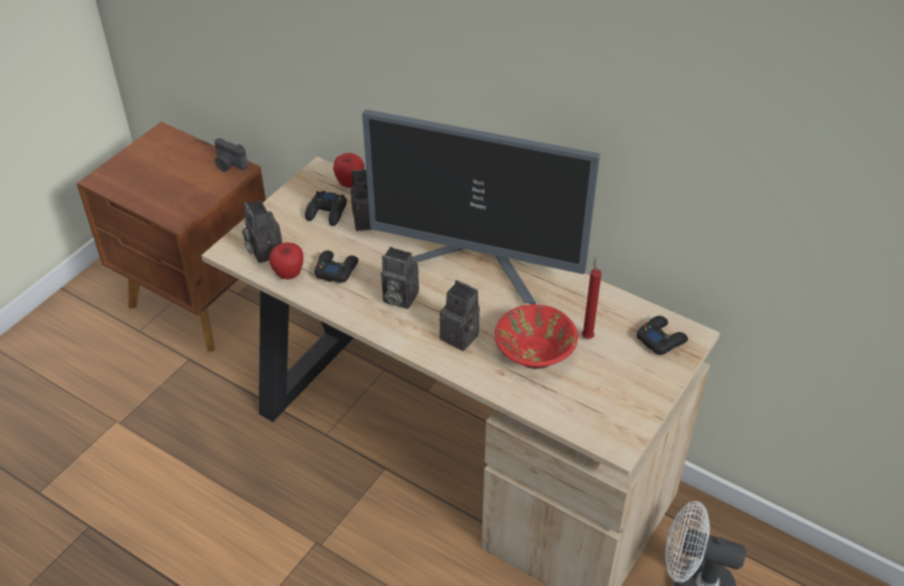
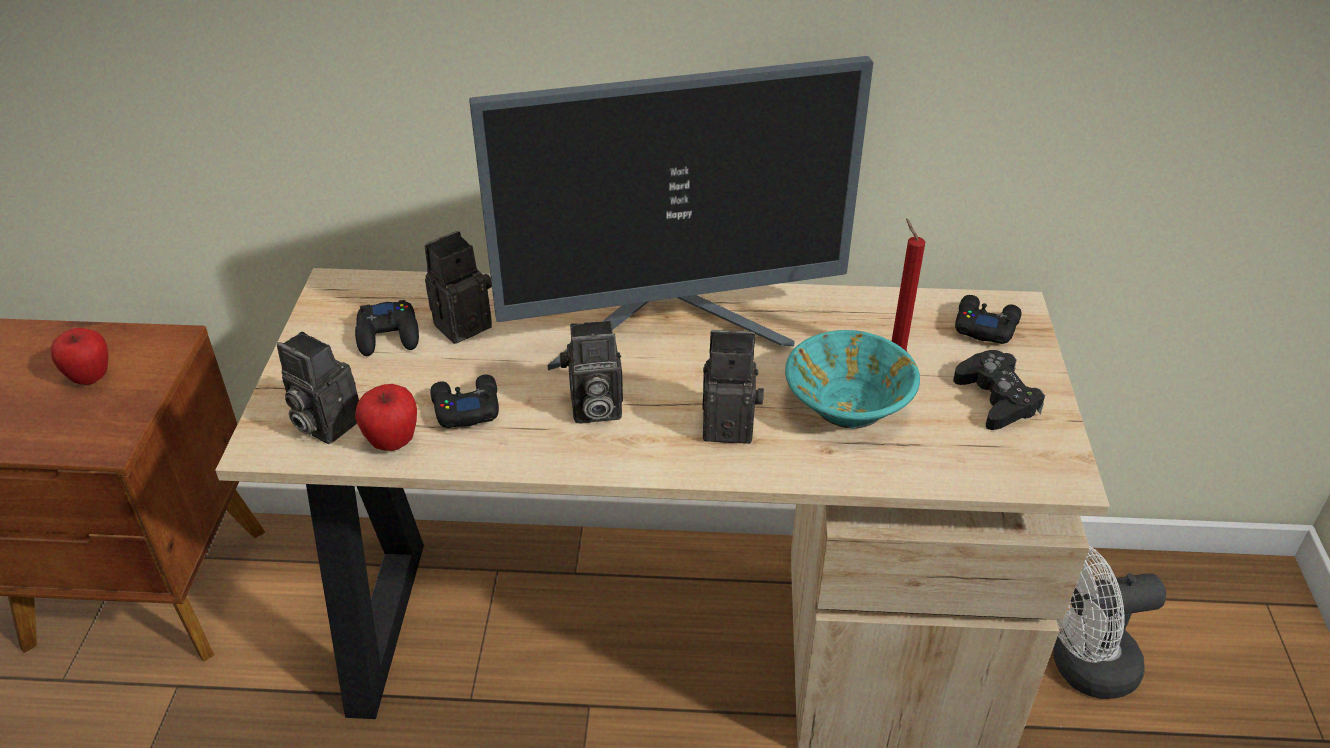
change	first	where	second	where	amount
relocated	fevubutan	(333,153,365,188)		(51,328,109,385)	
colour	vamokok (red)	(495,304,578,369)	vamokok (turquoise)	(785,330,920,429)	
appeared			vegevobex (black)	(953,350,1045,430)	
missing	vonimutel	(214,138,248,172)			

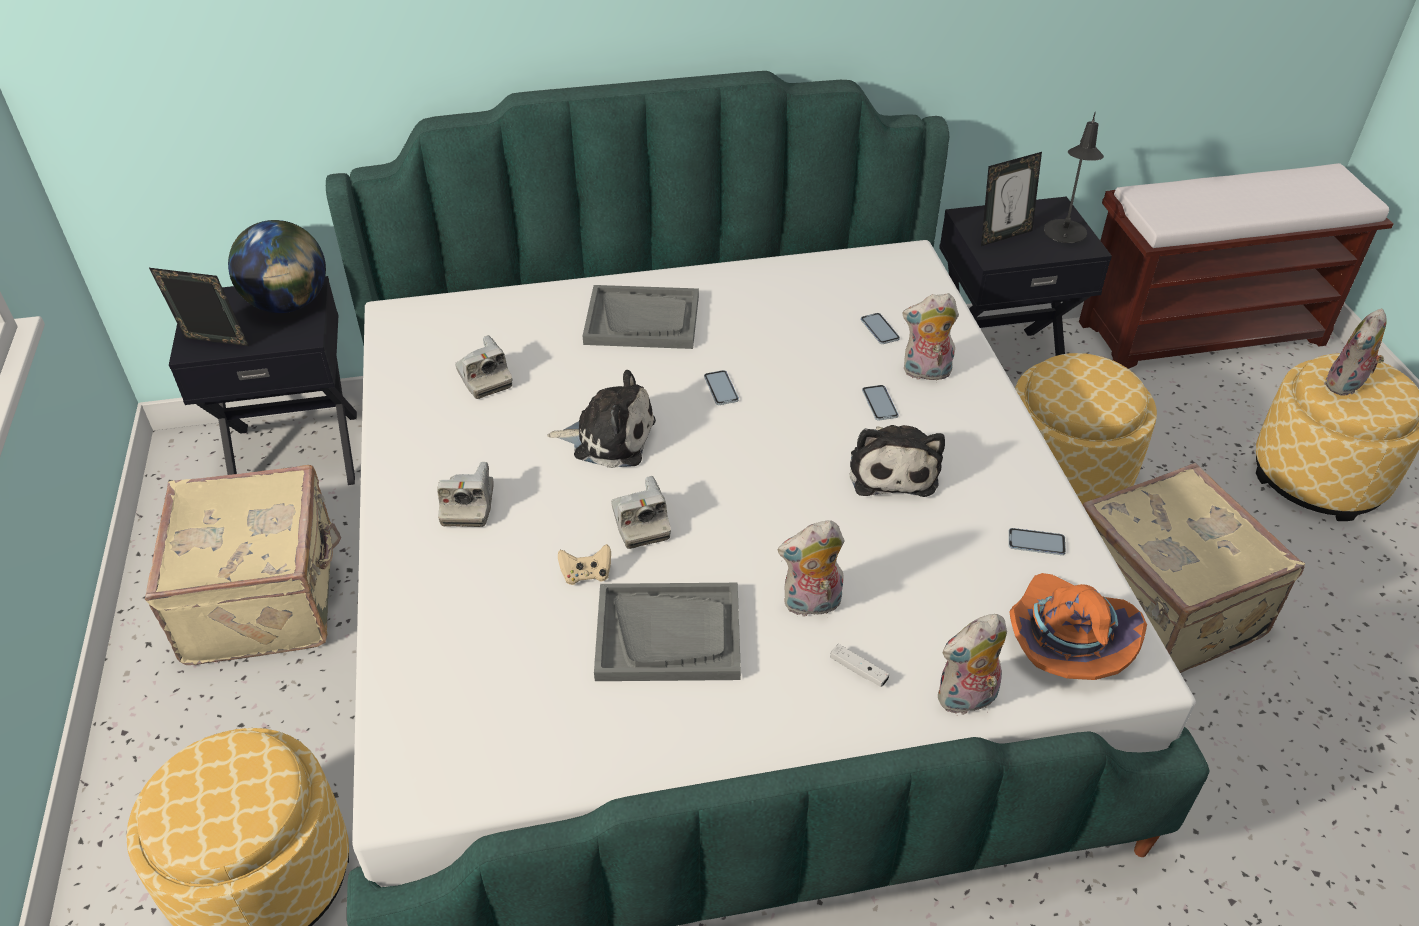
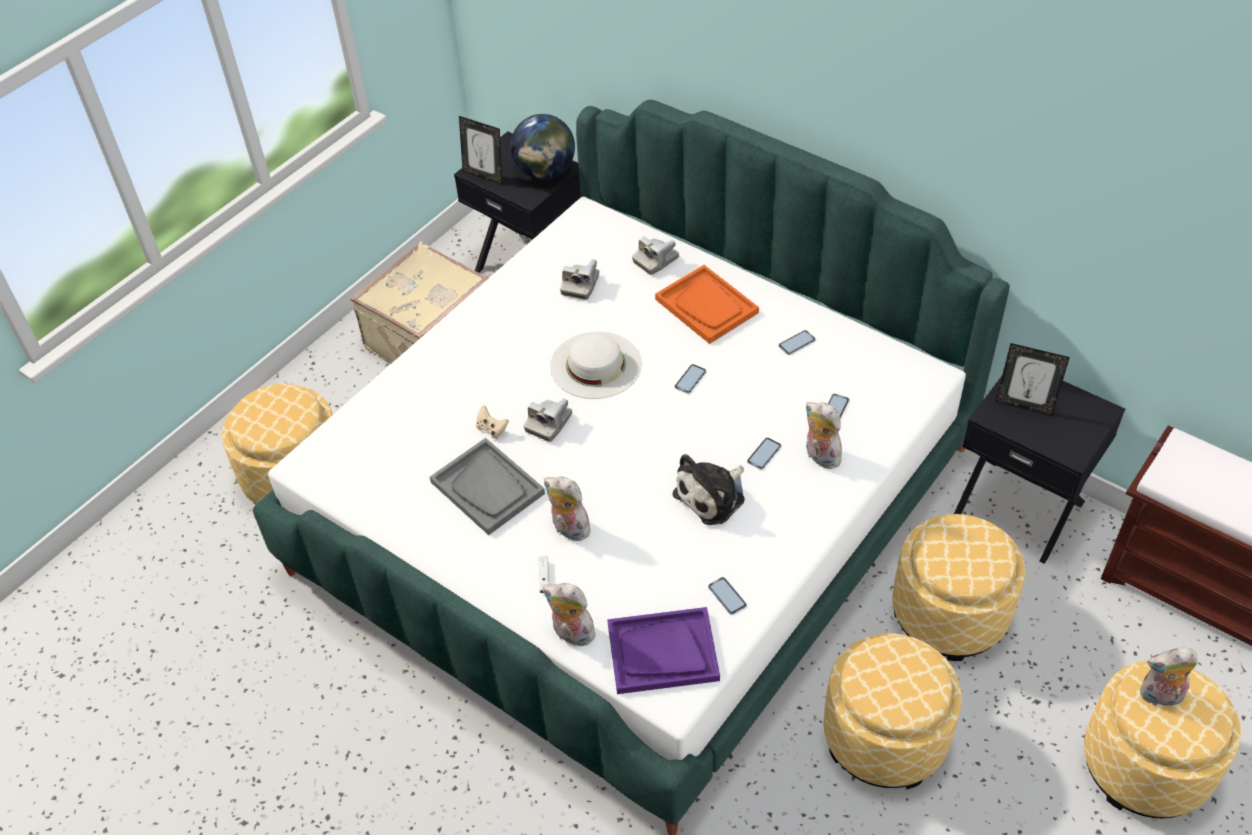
change	first	where	second	where	amount
spun	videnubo	(149,268,249,346)		(459,116,502,185)	150 degrees clockwise
exchanged	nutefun	(547,370,656,468)	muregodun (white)	(550,332,642,399)	
exchanged	muregodun (orange)	(1009,573,1147,680)	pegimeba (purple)	(607,607,720,694)	
relocated	vonimutel	(437,462,494,527)		(632,237,679,275)	
colour	pegimeba (grey)	(583,285,699,349)	pegimeba (orange)	(655,265,759,344)	
appeared			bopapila	(779,330,816,355)	
exchanged	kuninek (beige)	(1083,463,1305,673)	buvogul	(823,634,962,789)	
missing	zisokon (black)	(1044,112,1104,243)			

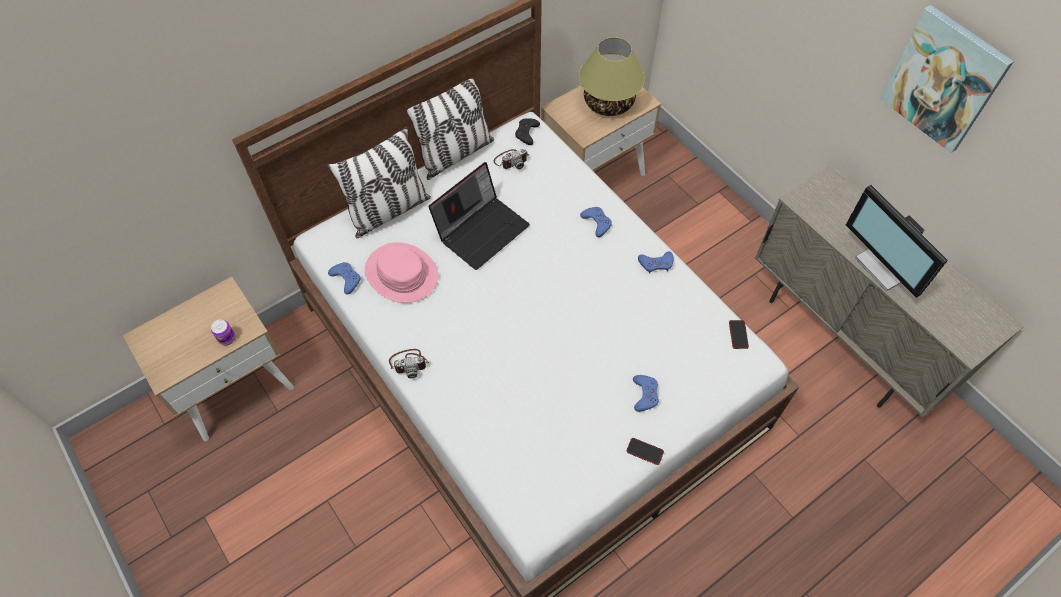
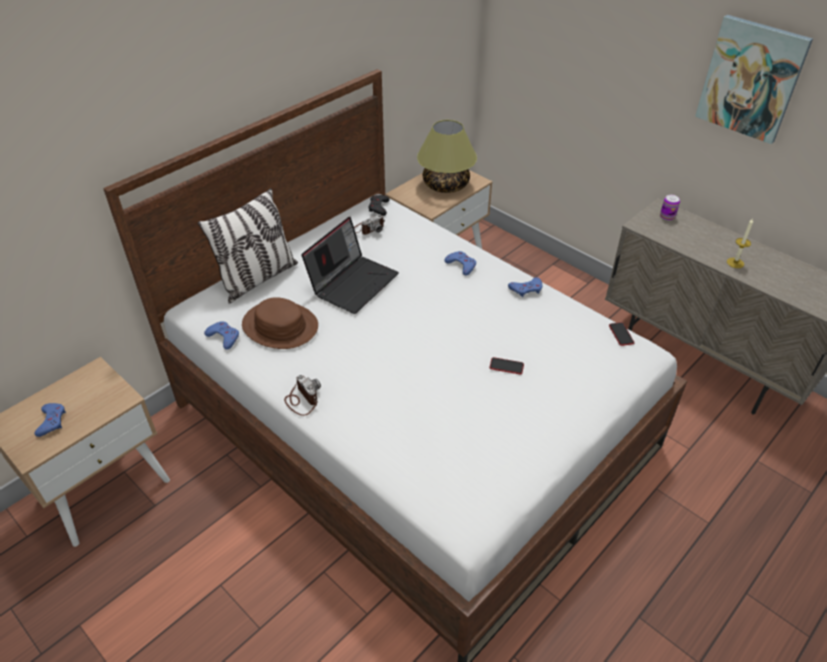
change	first	where	second	where	amount
relocated	vegevobex (blue)	(633,375,659,412)		(34,403,66,437)	
colour	muregodun (pink)	(365,242,438,303)	muregodun (brown)	(242,297,318,349)	
spun	vonimutel	(389,349,429,379)		(284,375,321,416)	105 degrees counterclockwise
relocated	bopapila	(626,438,664,465)		(490,357,524,374)	
relocated	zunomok	(211,320,235,346)		(660,195,680,220)	
exchanged	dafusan	(846,185,948,298)	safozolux	(727,219,753,268)	
missing	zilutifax	(407,79,494,180)			

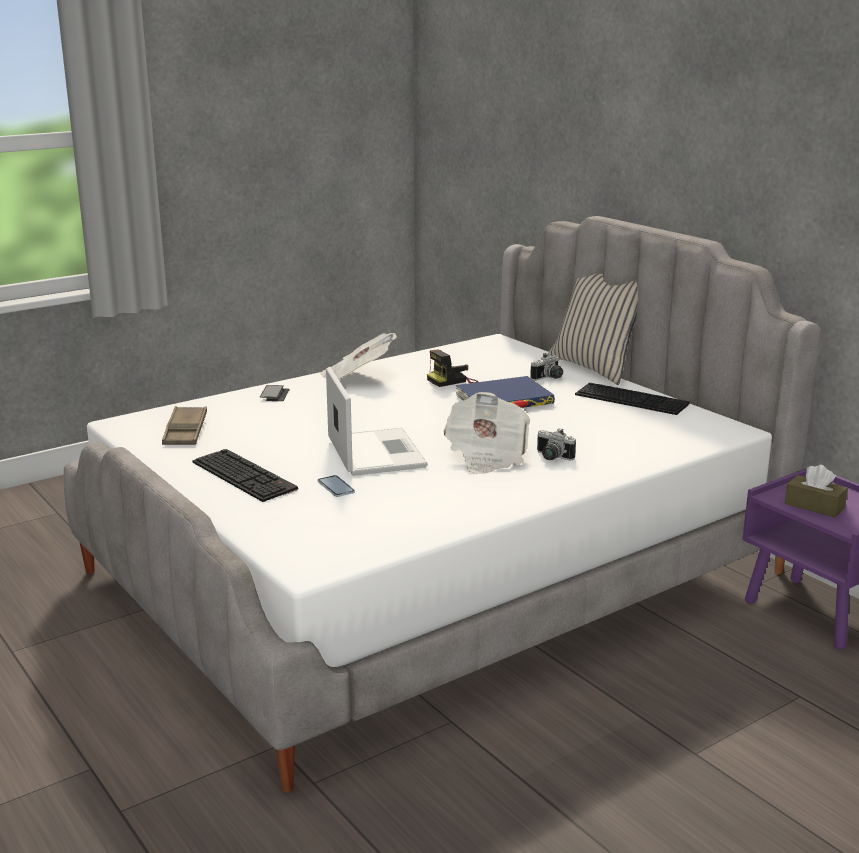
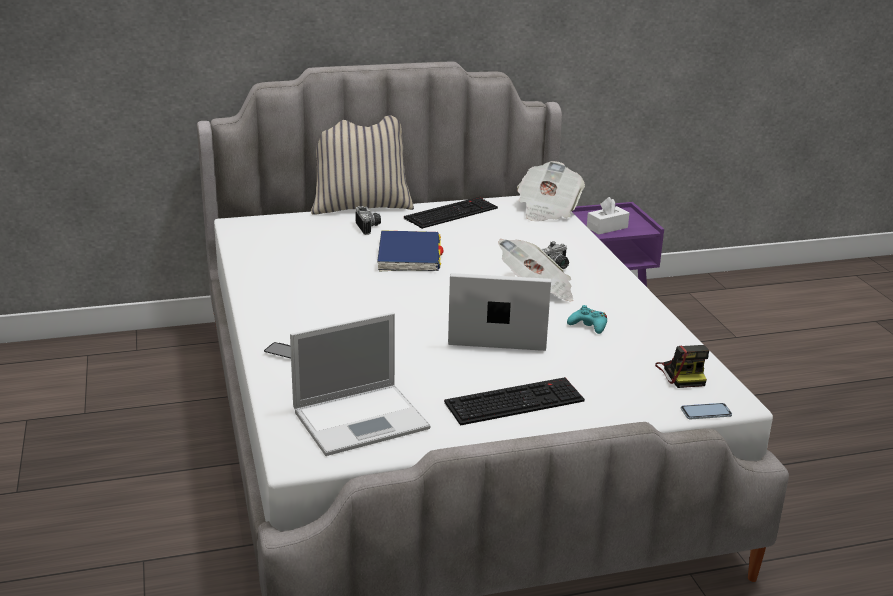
change	first	where	second	where	amount
exchanged	pegimeba (brown)	(162,406,207,445)	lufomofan	(290,313,430,456)	
relocated	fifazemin	(321,333,397,379)		(517,161,585,221)	
appeared			vegevobex (turquoise)	(567,305,607,334)	
colour	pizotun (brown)	(785,465,848,517)	pizotun (white)	(587,197,629,234)	
relocated	vonimutel	(427,350,478,387)		(655,345,709,388)	
relocated	bopapila	(318,475,355,497)		(681,403,732,419)	

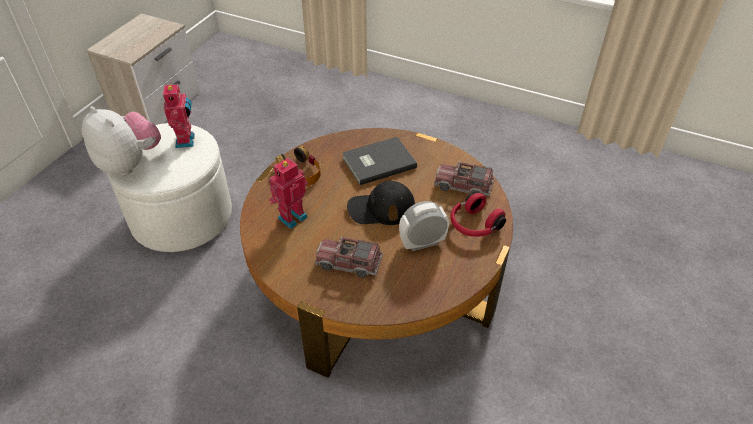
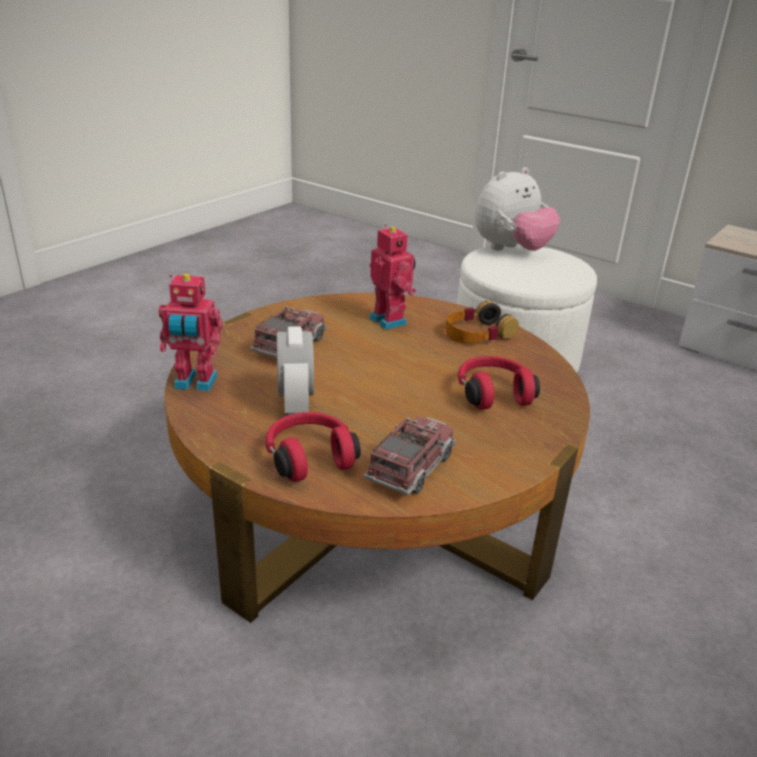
change	first	where	second	where	amount
relocated	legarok	(163,82,195,148)		(158,274,223,391)	
exchanged	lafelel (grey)	(342,137,417,185)	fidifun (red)	(458,356,540,410)	
missing	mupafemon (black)	(347,180,415,225)			

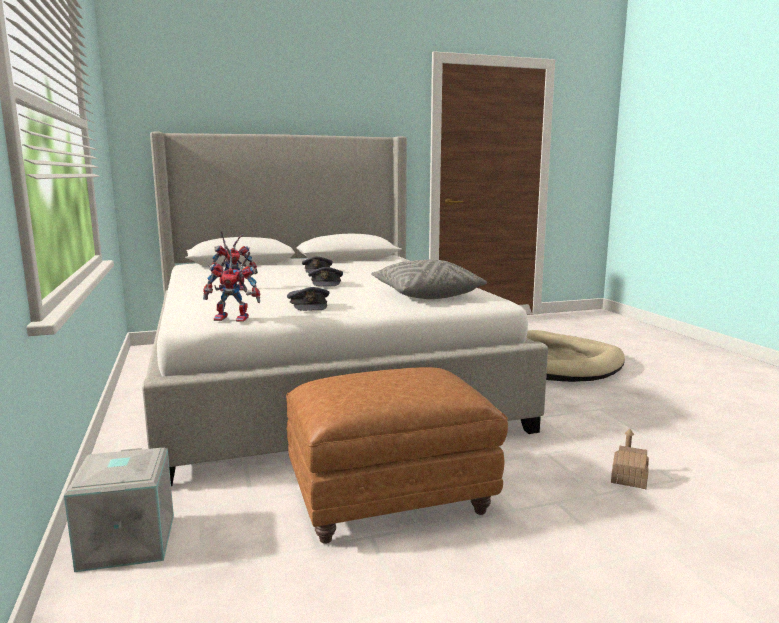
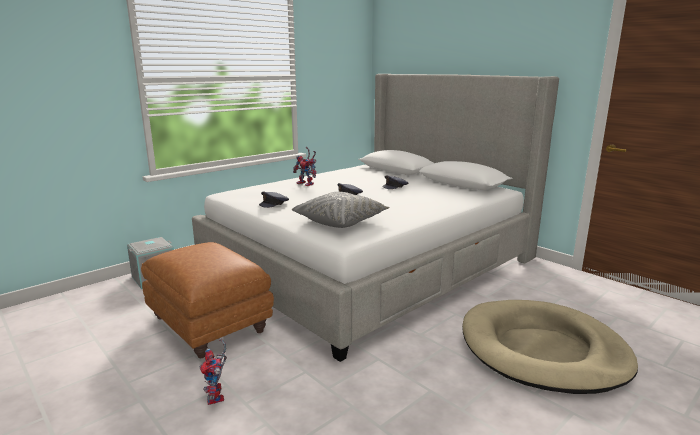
change	first	where	second	where	amount
relocated	legarok	(203,245,261,322)		(200,338,227,405)	
missing	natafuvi	(611,429,649,489)			

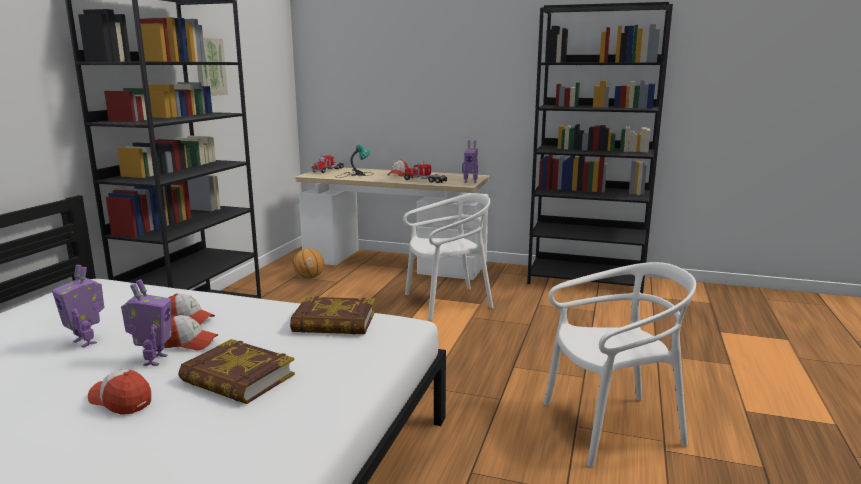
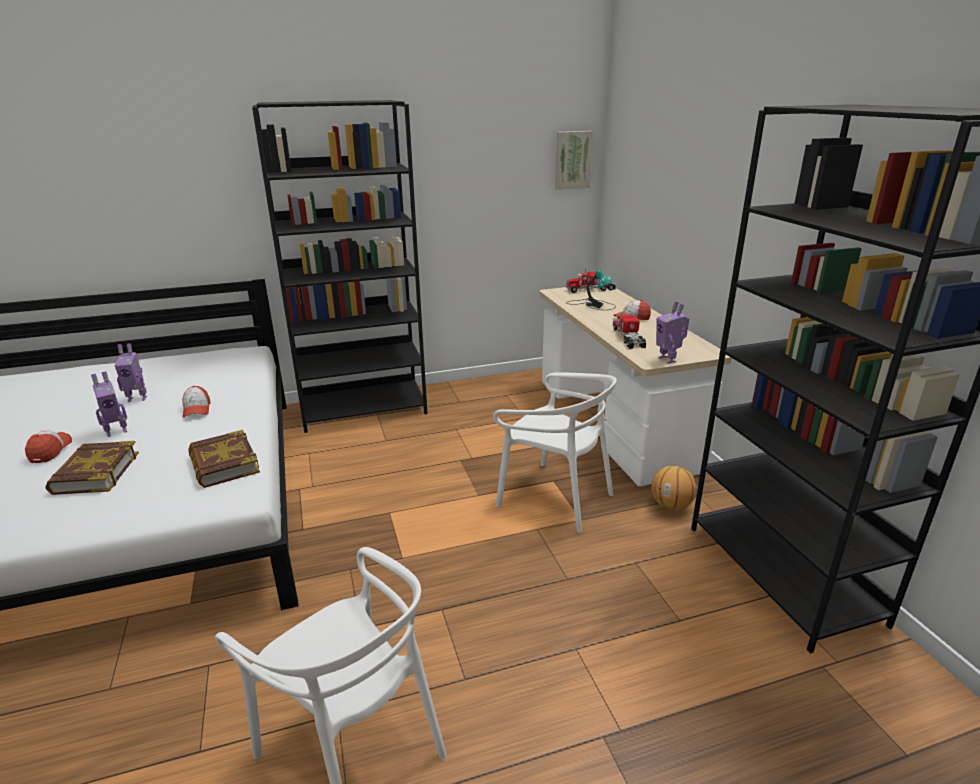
change	first	where	second	where	amount
spun	legarok	(52,265,104,348)		(115,343,147,402)	105 degrees counterclockwise
relocated	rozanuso	(197,37,228,96)		(555,131,593,190)	
relocated	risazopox	(293,248,324,279)		(651,465,697,510)	
missing	mupafemon	(165,315,218,350)			

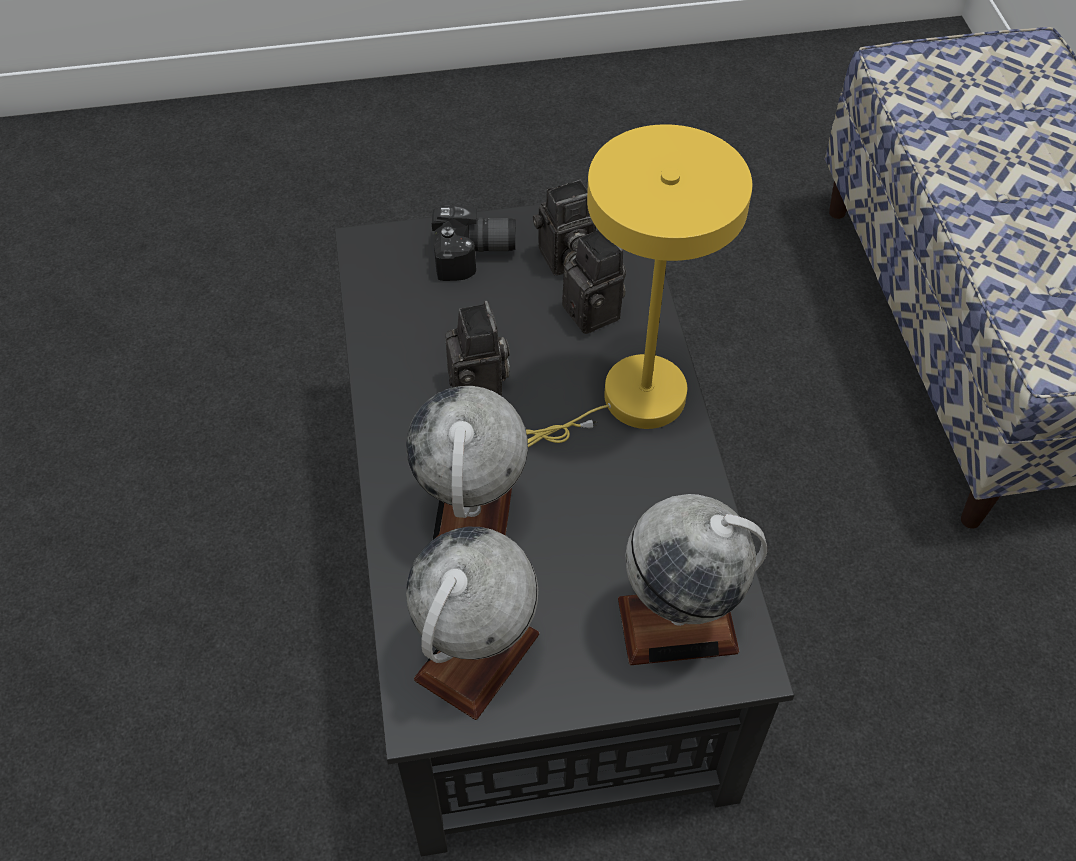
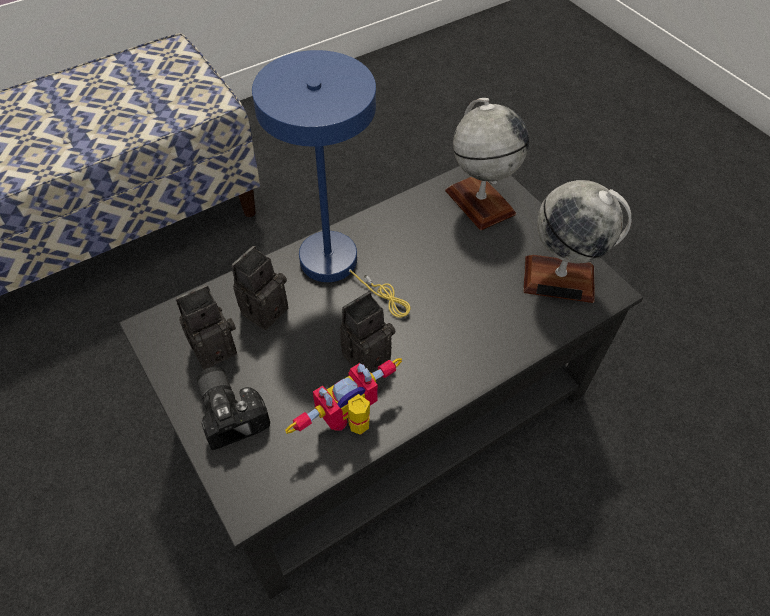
change	first	where	second	where	amount
spun	vonimutel	(533,180,596,275)		(175,285,237,369)	75 degrees counterclockwise
colour	zisokon (yellow)	(526,124,752,447)	zisokon (blue)	(252,50,410,318)	
appeared			legarok	(285,358,402,435)	
missing	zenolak	(406,386,528,540)			

